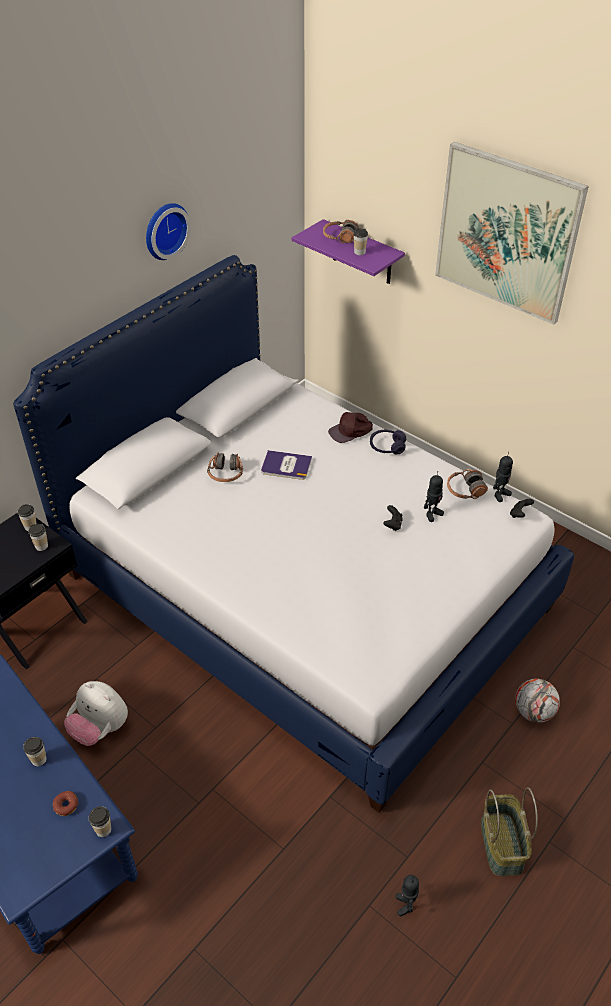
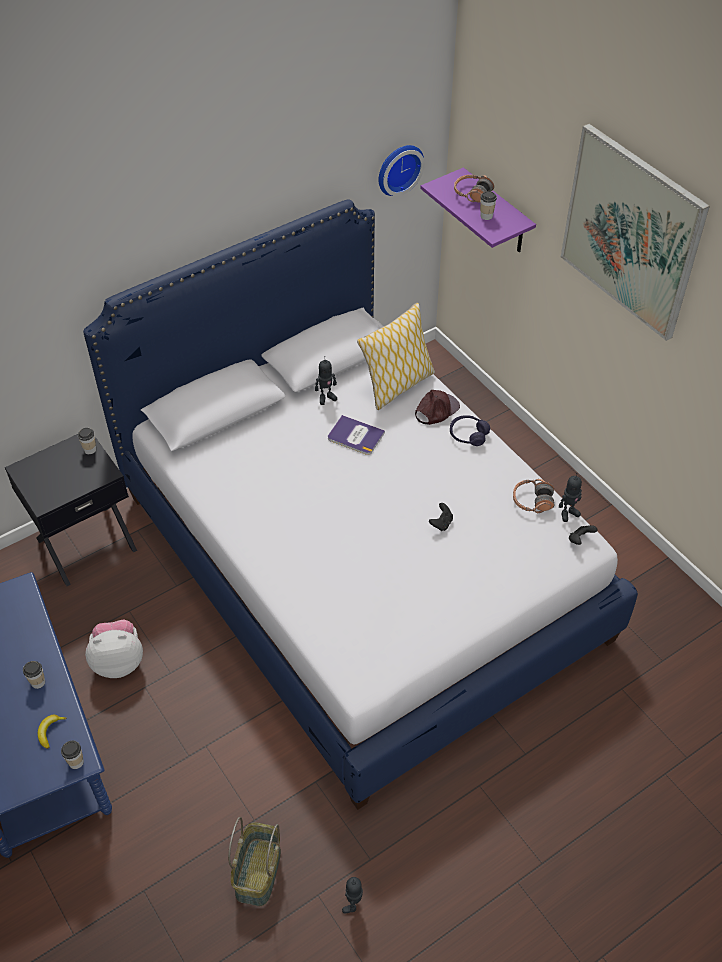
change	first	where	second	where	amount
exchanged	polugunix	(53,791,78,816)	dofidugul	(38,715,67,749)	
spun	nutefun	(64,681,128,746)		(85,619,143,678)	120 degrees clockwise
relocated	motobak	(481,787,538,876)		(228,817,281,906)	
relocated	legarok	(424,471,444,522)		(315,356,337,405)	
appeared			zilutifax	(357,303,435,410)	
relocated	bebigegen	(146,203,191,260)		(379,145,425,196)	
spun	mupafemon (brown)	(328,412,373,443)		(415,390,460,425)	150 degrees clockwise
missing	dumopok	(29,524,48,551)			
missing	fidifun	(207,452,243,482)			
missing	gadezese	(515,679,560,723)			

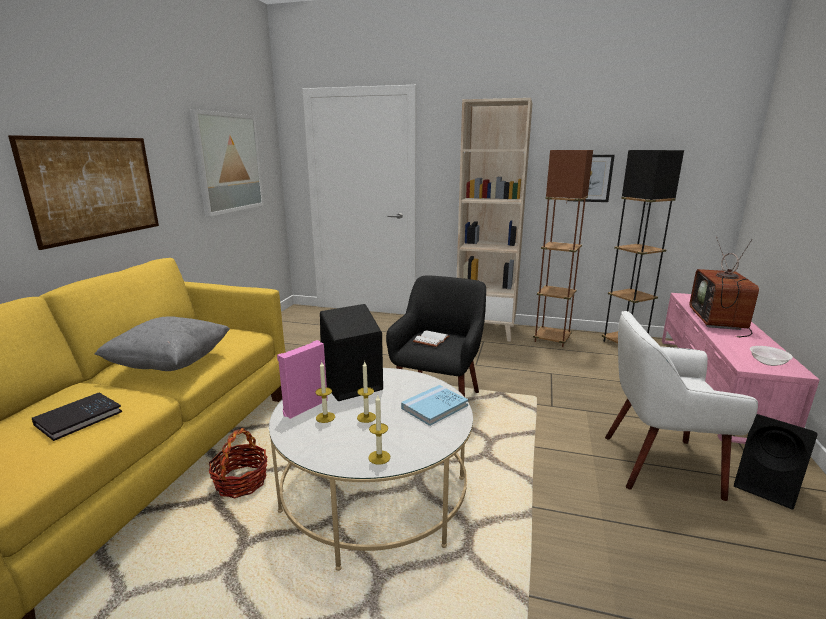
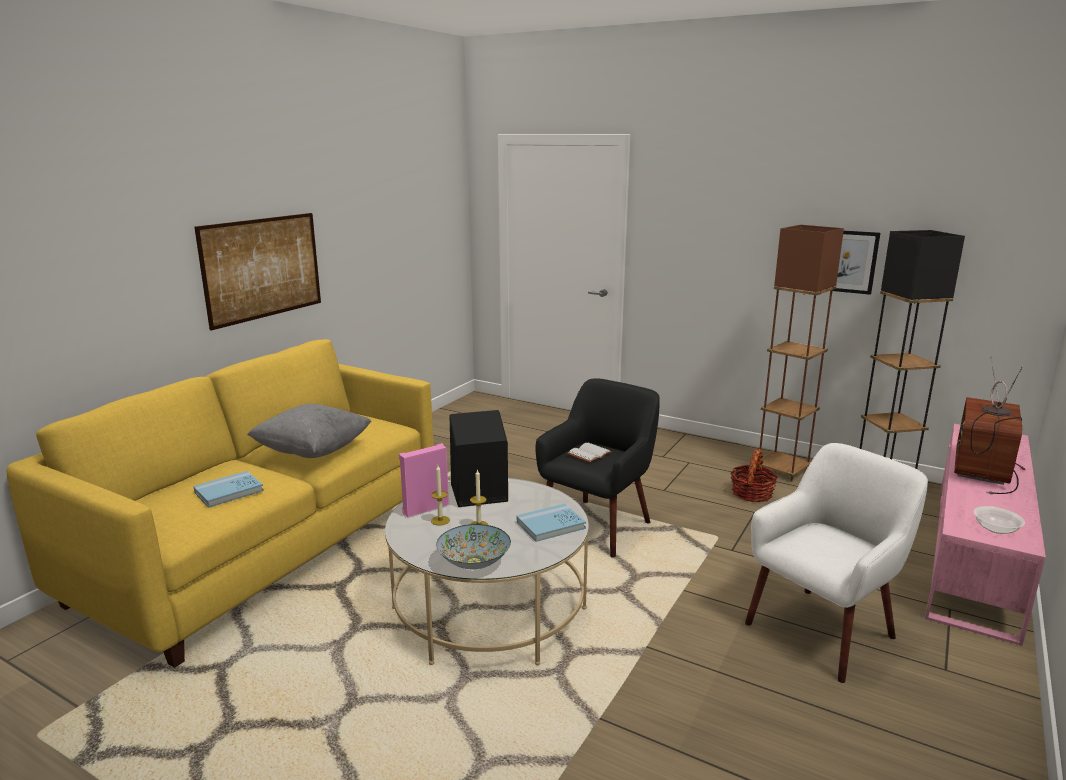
change	first	where	second	where	amount
colour	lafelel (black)	(32,393,122,441)	lafelel (blue)	(193,471,264,508)	
exchanged	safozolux	(368,395,390,465)	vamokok	(436,524,511,570)	
relocated	motobak	(209,428,267,498)		(730,449,778,502)	
spun	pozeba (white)	(605,311,758,501)		(745,443,928,683)	120 degrees clockwise
missing	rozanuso	(190,109,264,217)			
missing	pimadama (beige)	(457,98,532,342)			
missing	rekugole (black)	(734,414,818,509)			

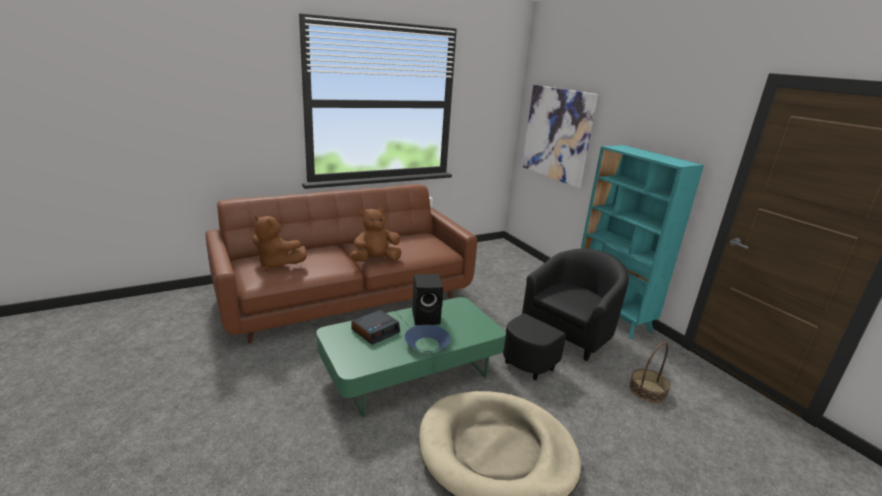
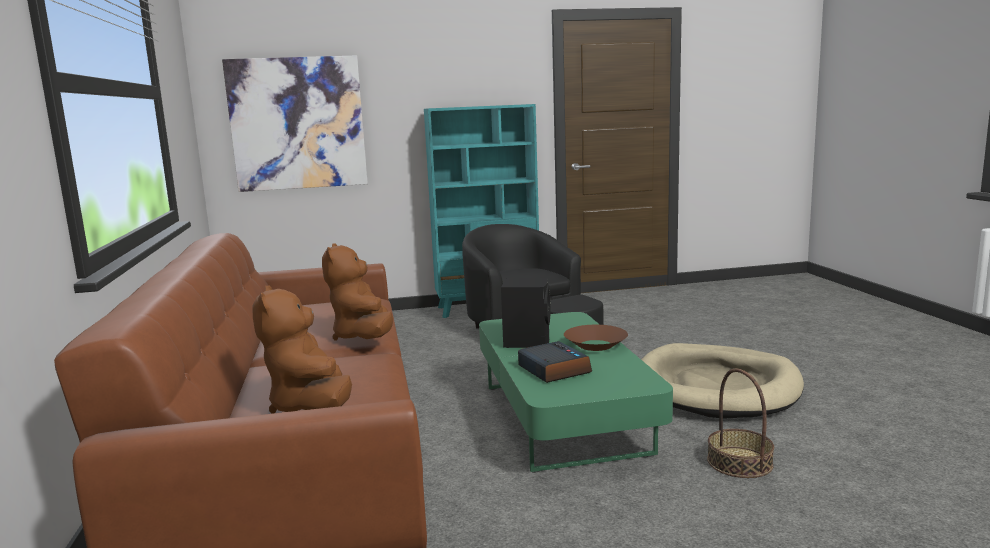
change	first	where	second	where	amount
spun	nutefun (brown)	(253,215,307,271)		(252,285,352,414)	120 degrees clockwise
colour	vamokok (blue)	(405,325,451,352)	vamokok (brown)	(564,325,628,351)	
relocated	motobak	(629,342,670,403)		(707,368,774,478)	

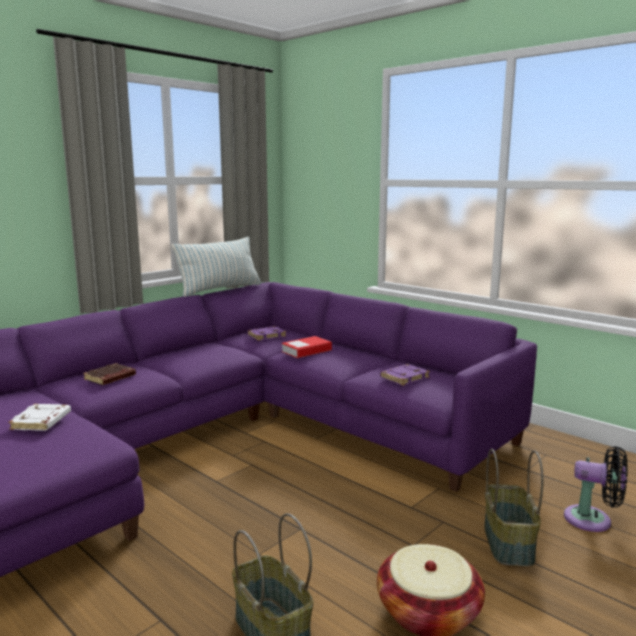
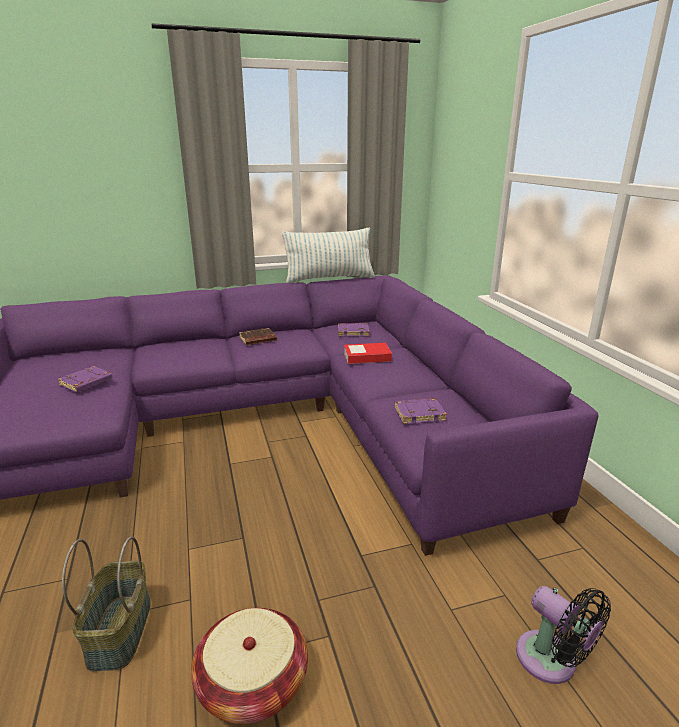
change	first	where	second	where	amount
colour	lafelel (white)	(8,404,71,431)	lafelel (purple)	(58,366,113,392)	
relocated	lafelel (brown)	(83,363,136,385)		(239,328,277,345)	
missing	motobak	(484,449,544,566)			

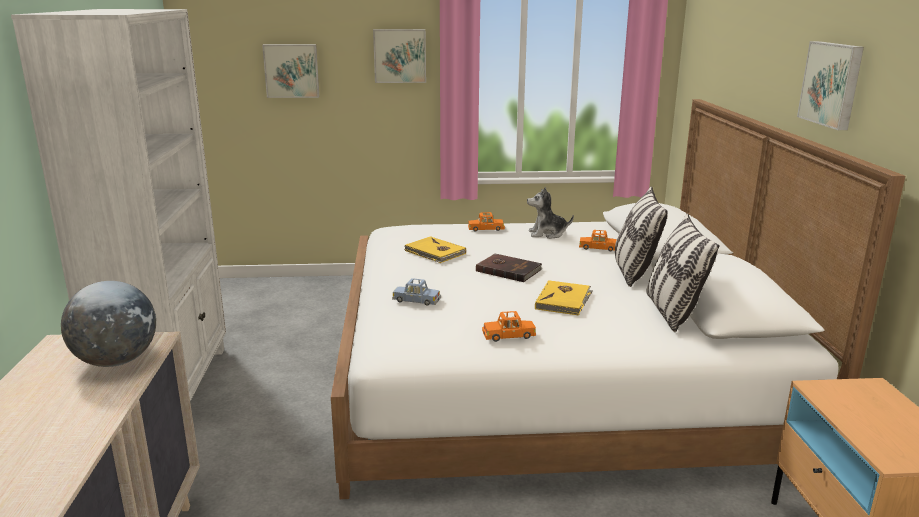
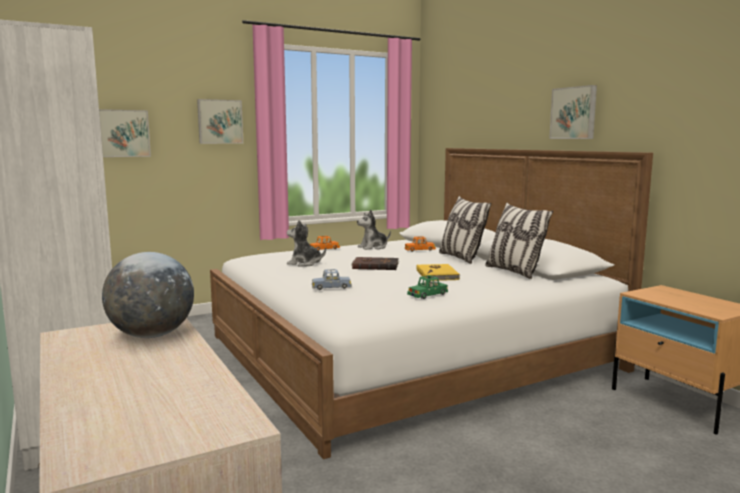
change	first	where	second	where	amount
exchanged	lafelel (yellow)	(405,236,466,263)	nutefun	(287,220,326,266)	
colour	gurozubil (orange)	(482,311,536,342)	gurozubil (green)	(407,275,448,299)	

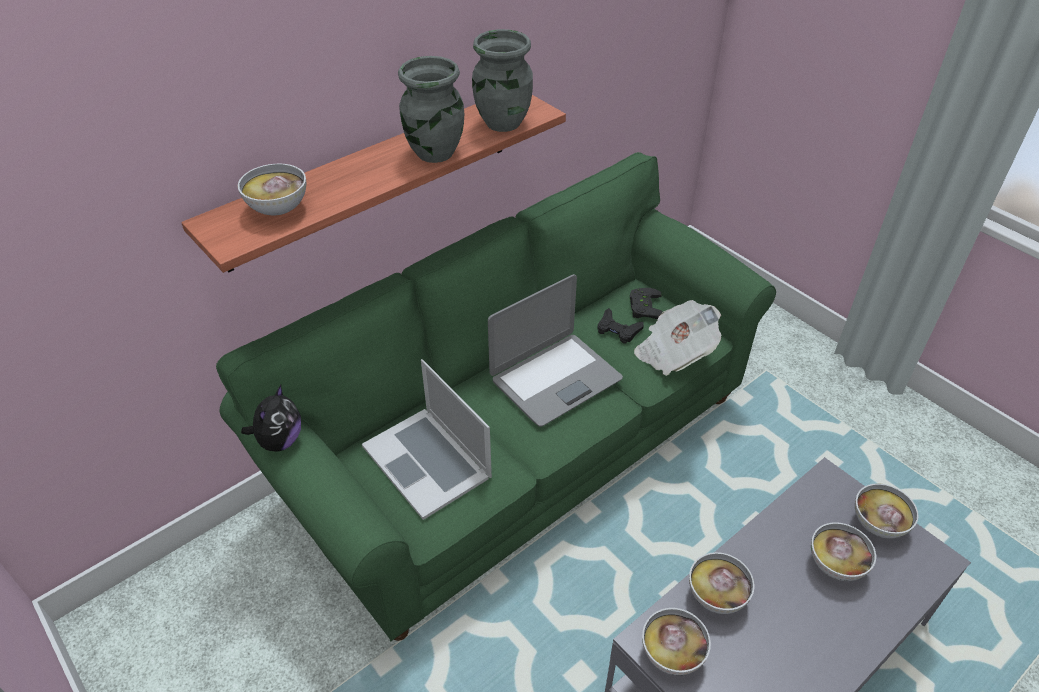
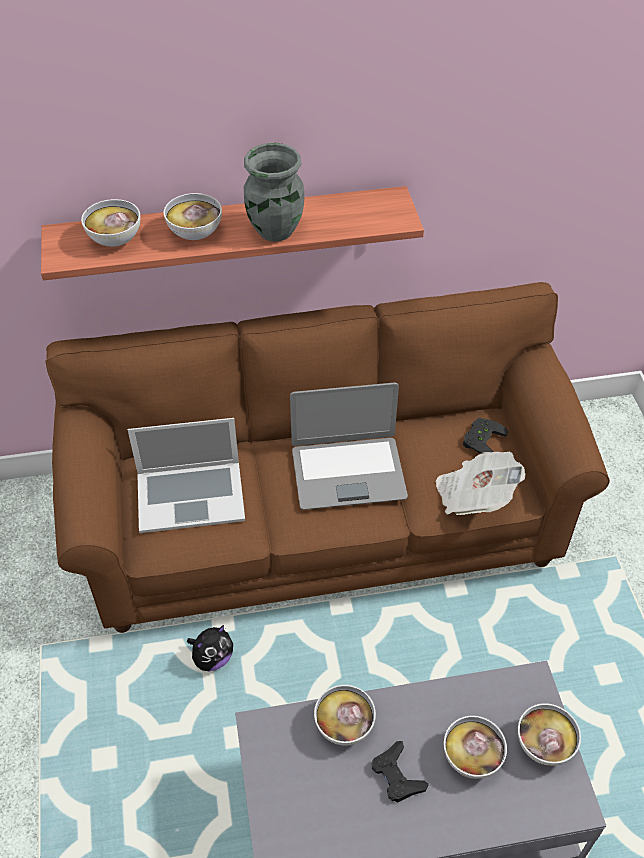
change	first	where	second	where	amount
colour	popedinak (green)	(216,152,776,641)	popedinak (brown)	(45,282,610,633)	
spun	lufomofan	(362,359,492,520)		(128,418,245,533)	90 degrees counterclockwise
relocated	vamokok	(642,608,711,676)		(164,193,222,240)	
relocated	nutefun	(241,385,301,452)		(187,625,233,671)	
relocated	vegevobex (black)	(597,308,644,344)		(372,741,429,802)	
missing	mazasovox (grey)	(472,29,533,132)			

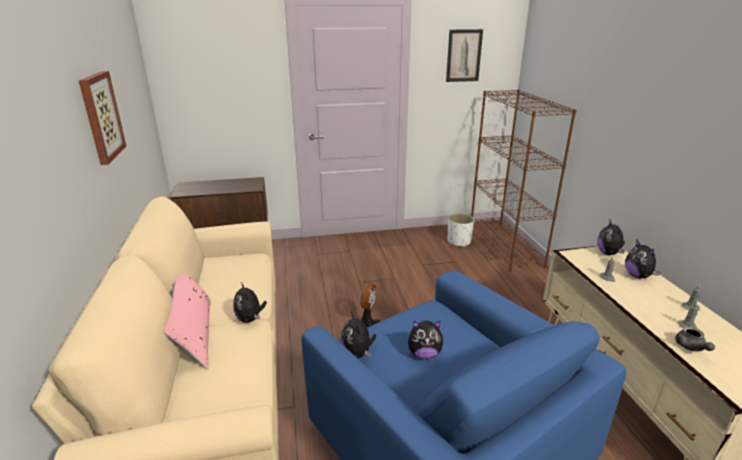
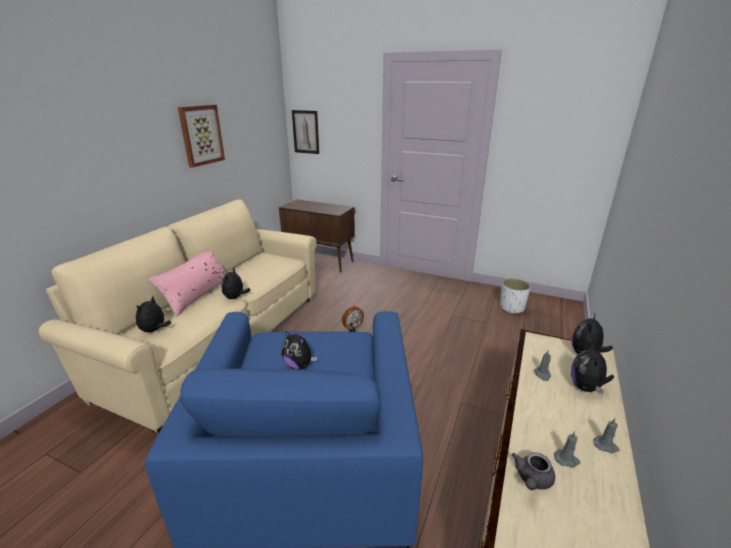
change	first	where	second	where	amount
relocated	nutefun	(341,311,376,358)		(136,296,171,332)	
relocated	rozanuso	(446,29,483,82)		(292,110,319,154)	
missing	pimadama (brown)	(471,90,576,272)			

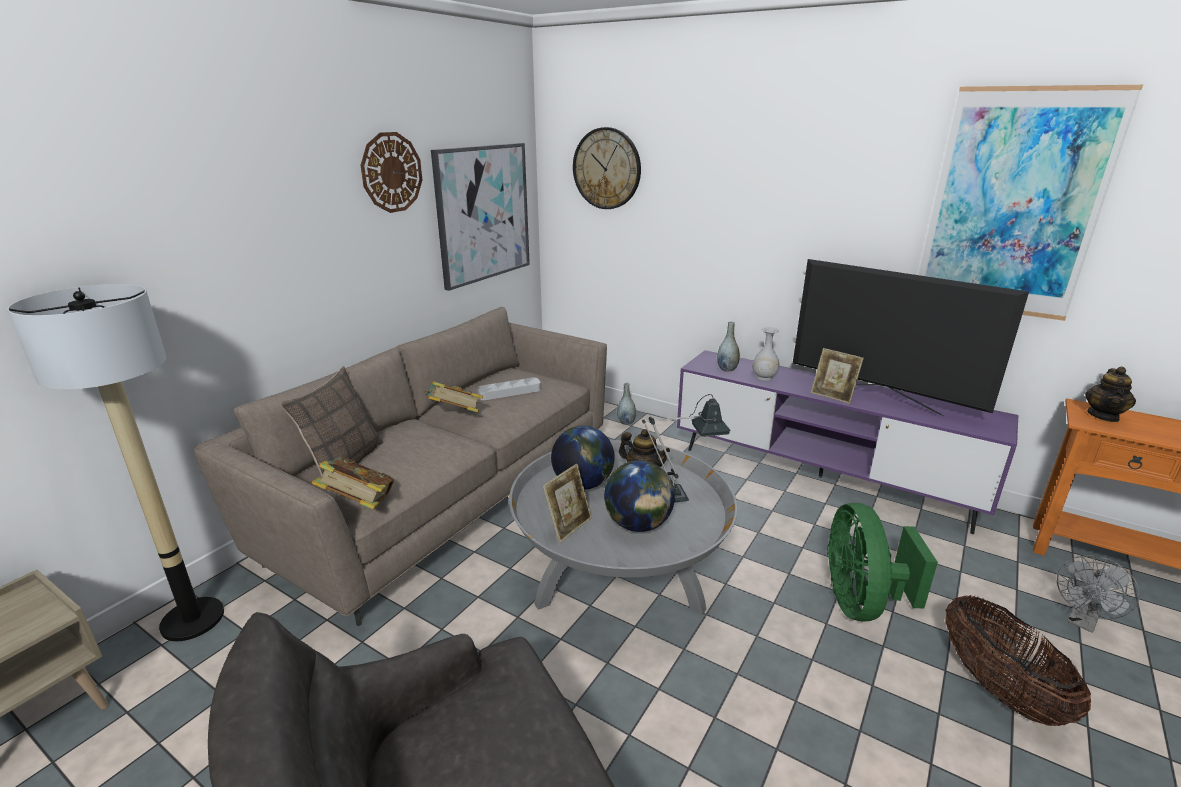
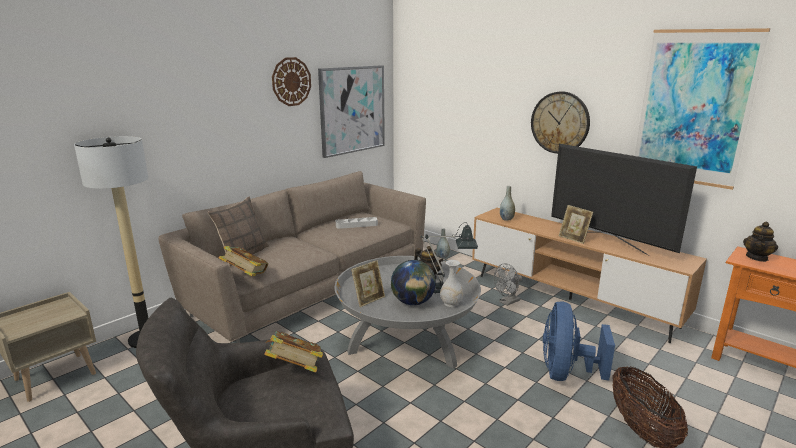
change	first	where	second	where	amount
relocated	lafelel	(424,381,483,412)		(264,331,323,373)	
relocated	mazasovox (white)	(752,327,779,381)		(440,260,463,307)	
colour	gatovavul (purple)	(677,350,1018,534)	gatovavul (brown)	(472,208,707,343)	
relocated	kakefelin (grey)	(1057,555,1140,633)		(494,263,522,306)	
relocated	bebigegen	(573,127,641,209)		(531,92,590,154)	
colour	kakefelin (green)	(827,503,938,621)	kakefelin (blue)	(543,302,615,381)	
missing	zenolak	(551,426,615,490)			

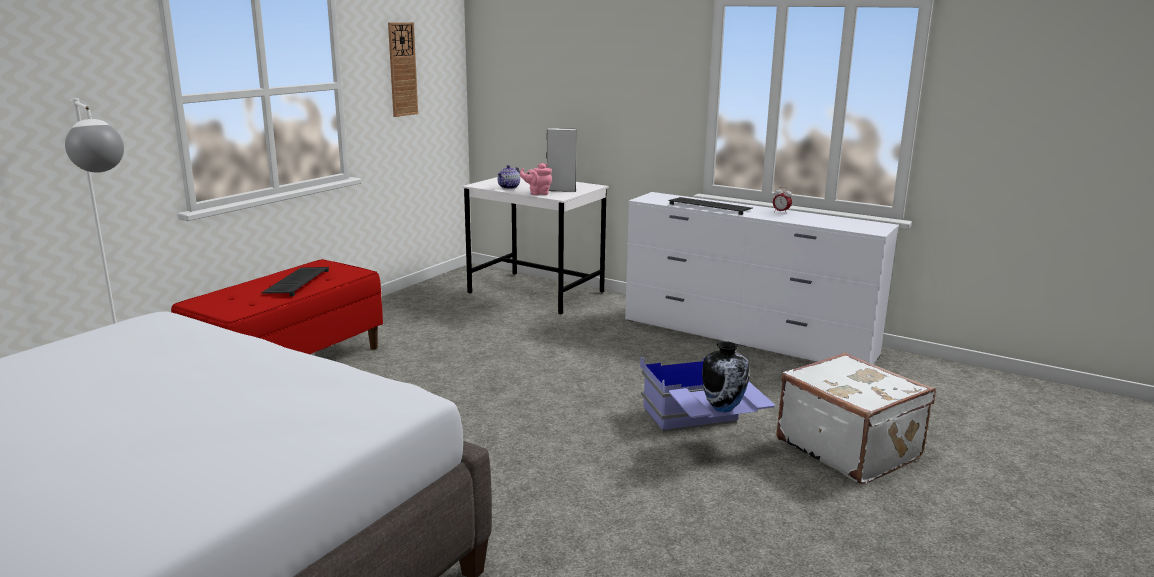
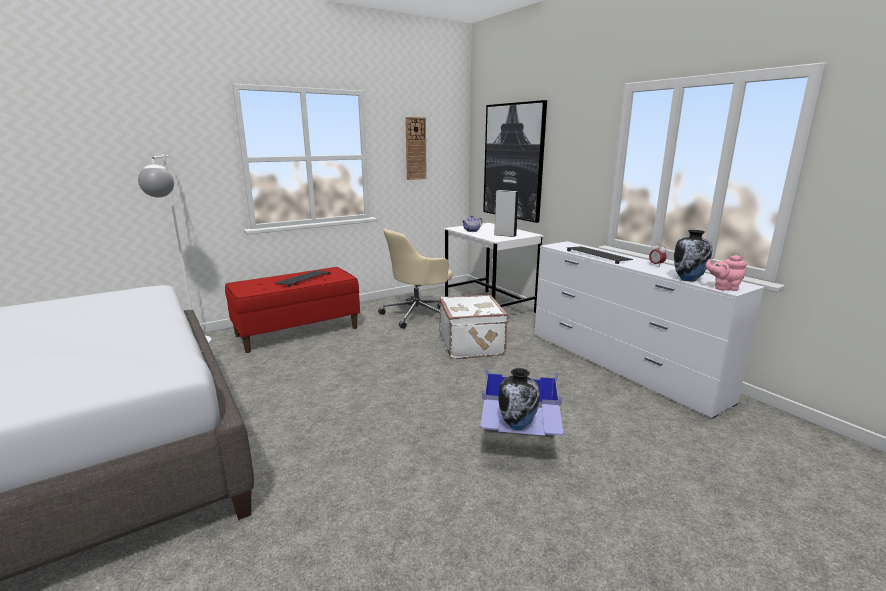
change	first	where	second	where	amount
appeared			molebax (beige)	(378,229,453,329)	
relocated	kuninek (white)	(776,353,936,484)		(439,295,508,359)	
appeared			rozanuso	(483,100,547,223)	
appeared			mazasovox	(674,230,713,281)	
relocated	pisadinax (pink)	(520,163,552,195)		(706,255,747,291)	

